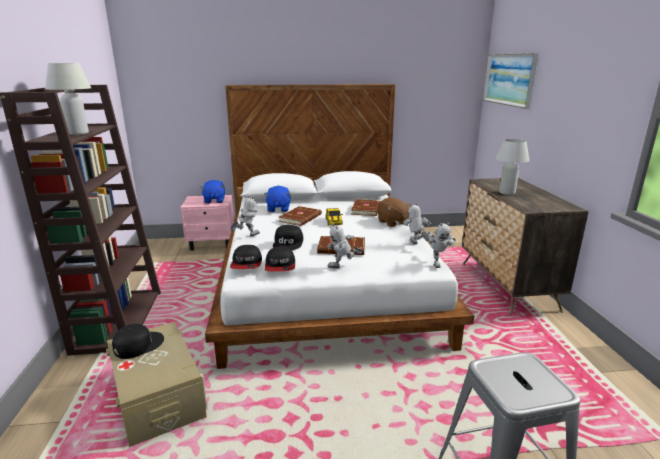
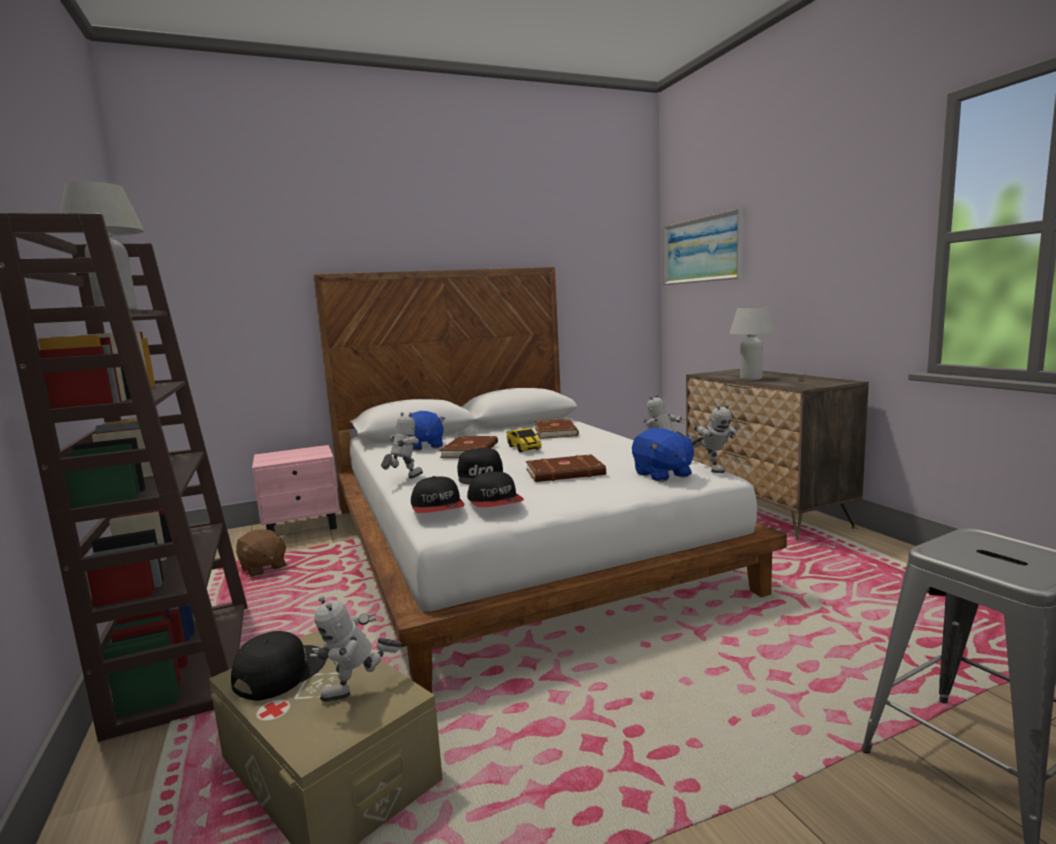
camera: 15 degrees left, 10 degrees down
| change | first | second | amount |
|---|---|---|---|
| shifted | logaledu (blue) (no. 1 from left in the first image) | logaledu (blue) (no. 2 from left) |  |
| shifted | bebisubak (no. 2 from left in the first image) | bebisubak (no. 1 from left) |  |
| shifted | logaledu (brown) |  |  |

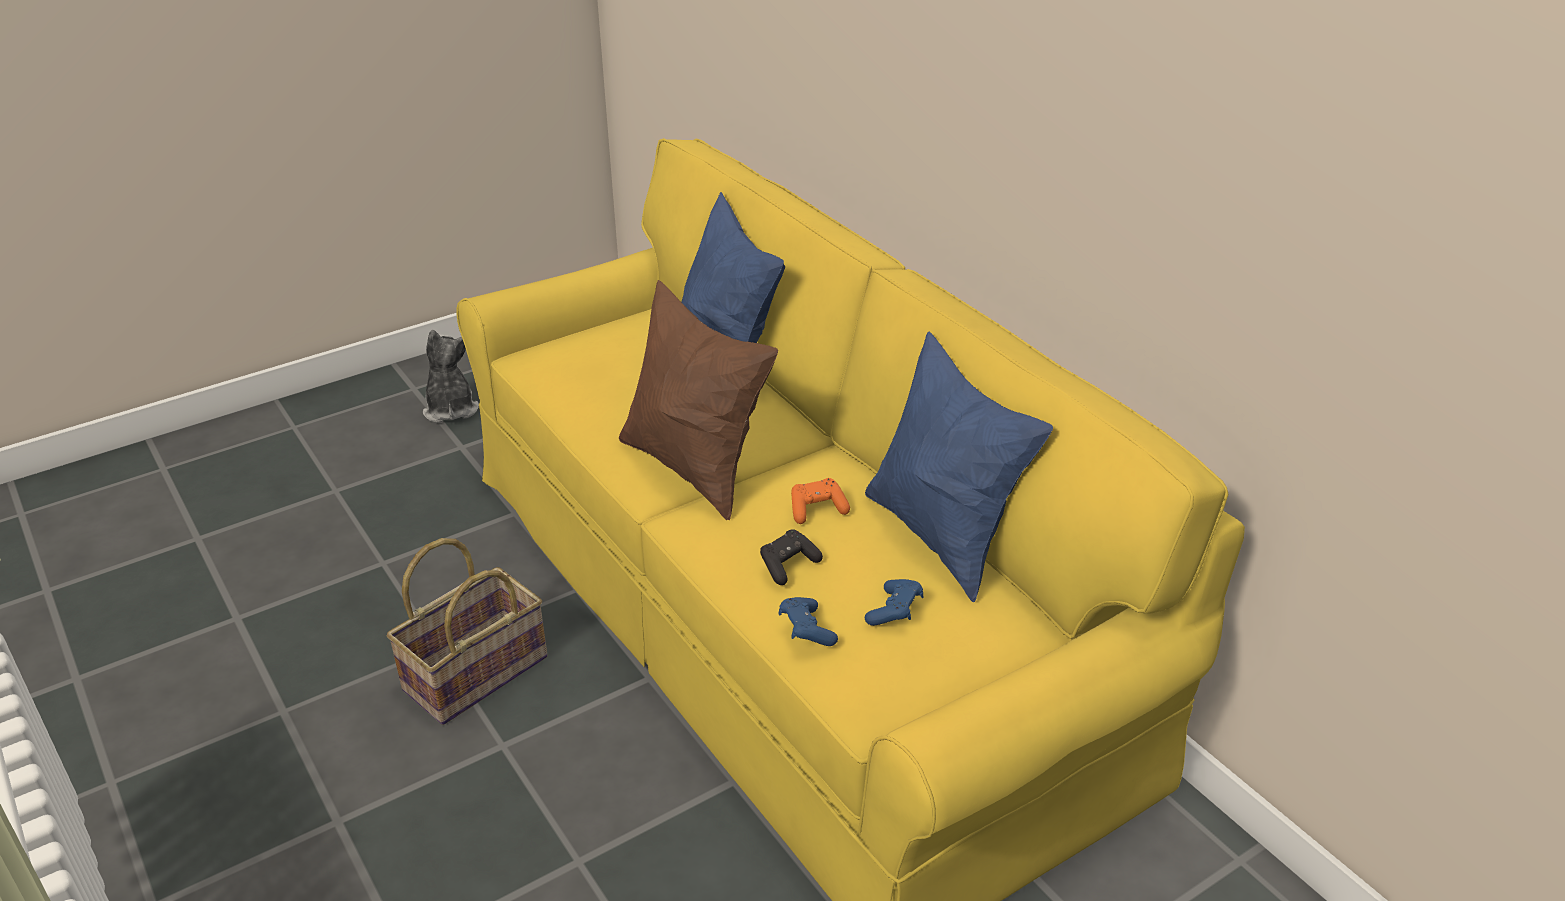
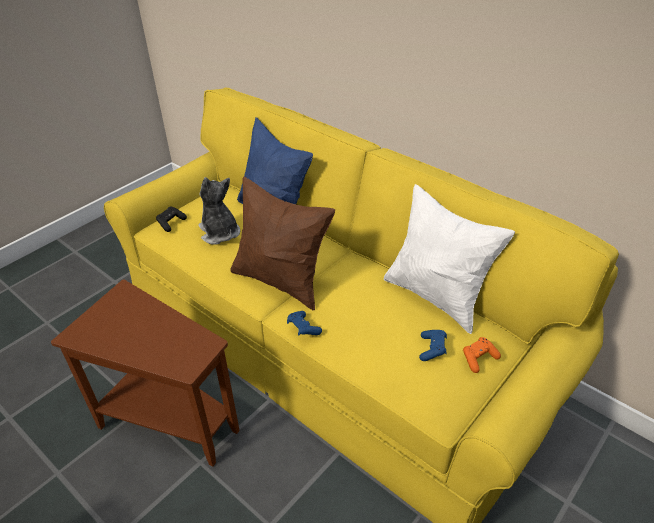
camera: 15 degrees left, 5 degrees up
| change | first | second | amount |
|---|---|---|---|
| shifted | logaledu |  |  |
| shifted | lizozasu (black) |  |  |
| shifted | lizozasu (blue) (no. 1 from left) |  |  |
| shifted | lizozasu (orange) |  |  |
| swapped | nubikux | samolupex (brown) |  |
| repainted | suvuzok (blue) (no. 2 from left) | suvuzok (white) |  |

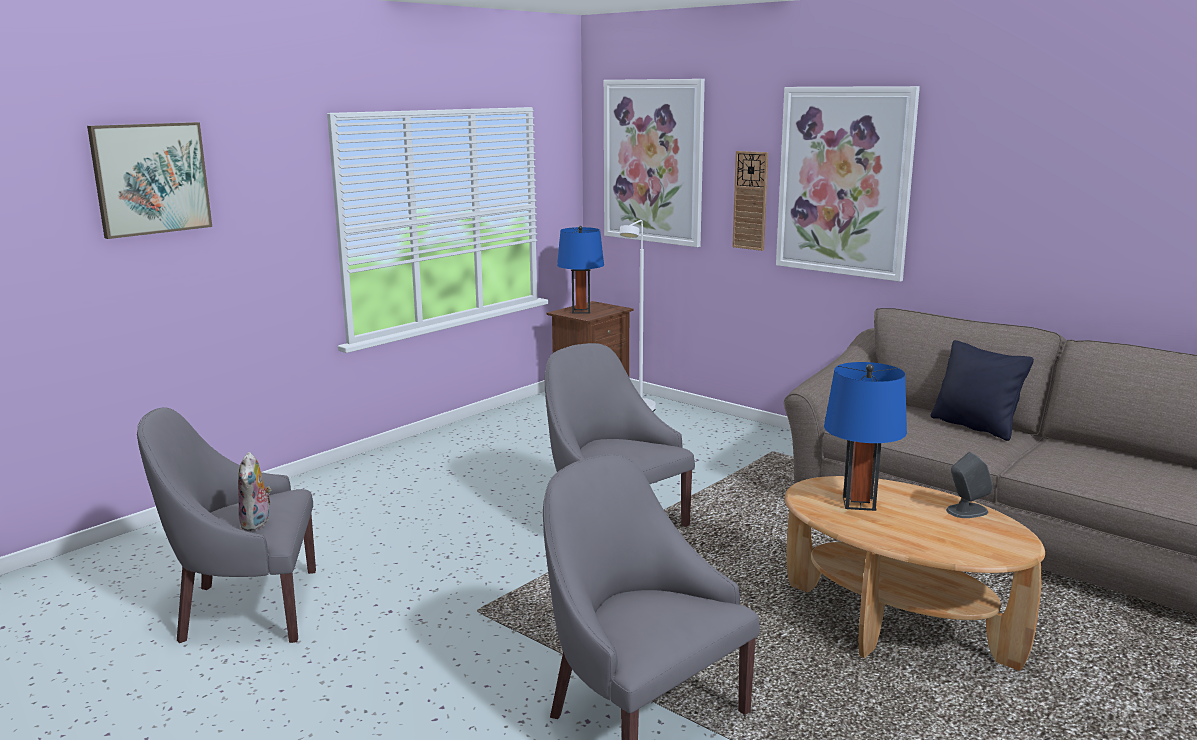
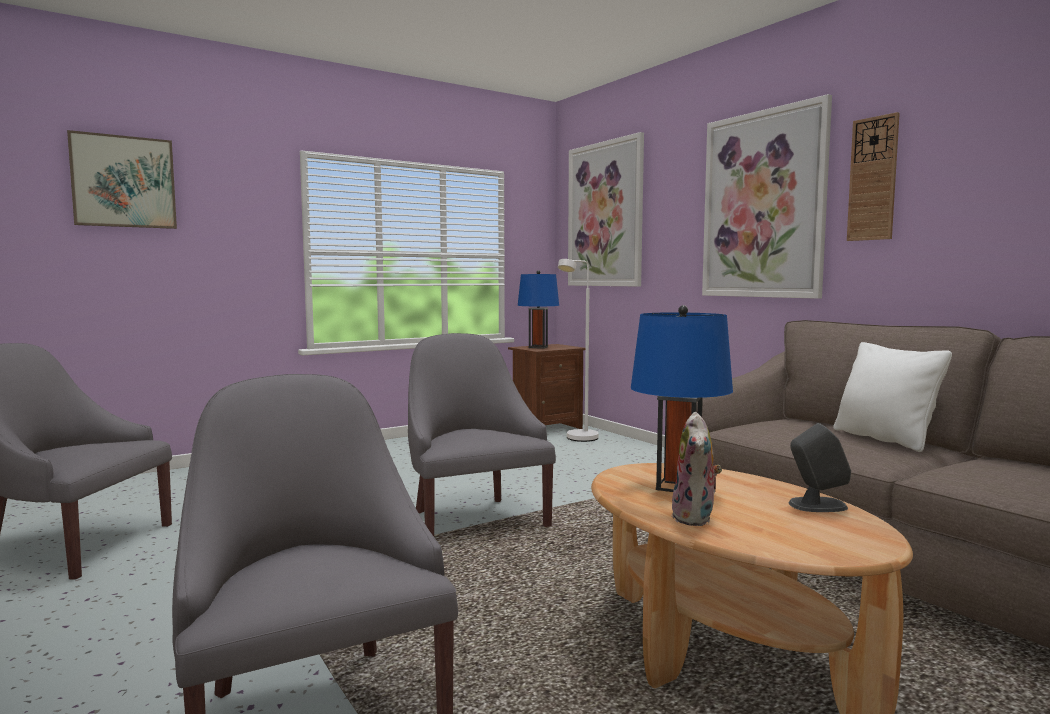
camera: 15 degrees right, 10 degrees down
| change | first | second | amount |
|---|---|---|---|
| shifted | logaledu |  |  |
| shifted | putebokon |  |  |
| repainted | suvuzok (black) | suvuzok (white) |  |

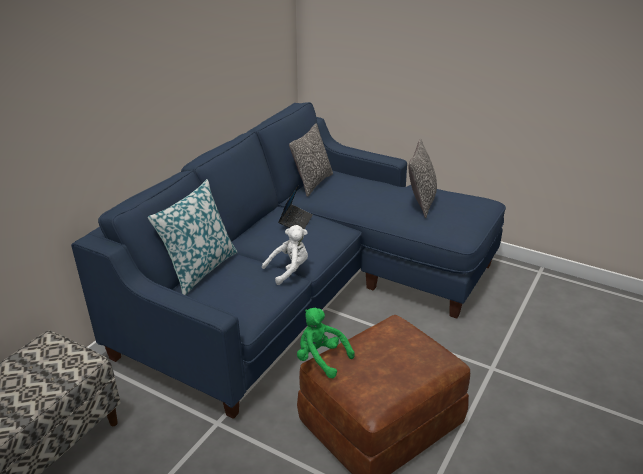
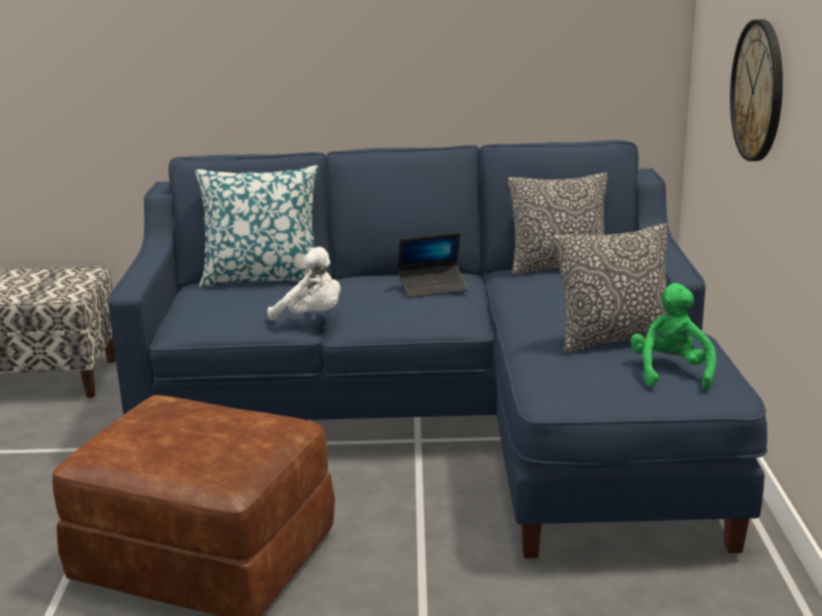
camera: 60 degrees right, 10 degrees down
| change | first | second | amount |
|---|---|---|---|
| new |  | putebokon |  |
| shifted | logaledu (green) |  |  |

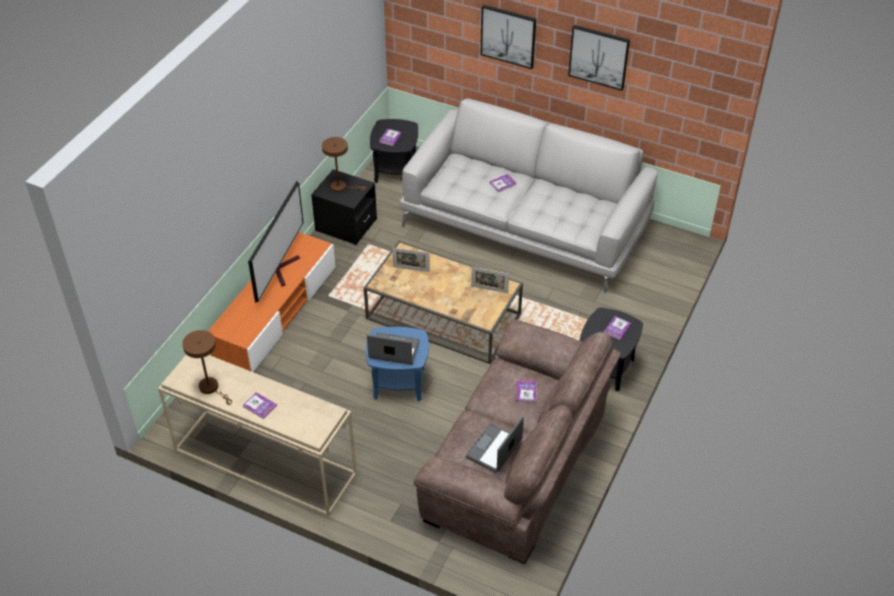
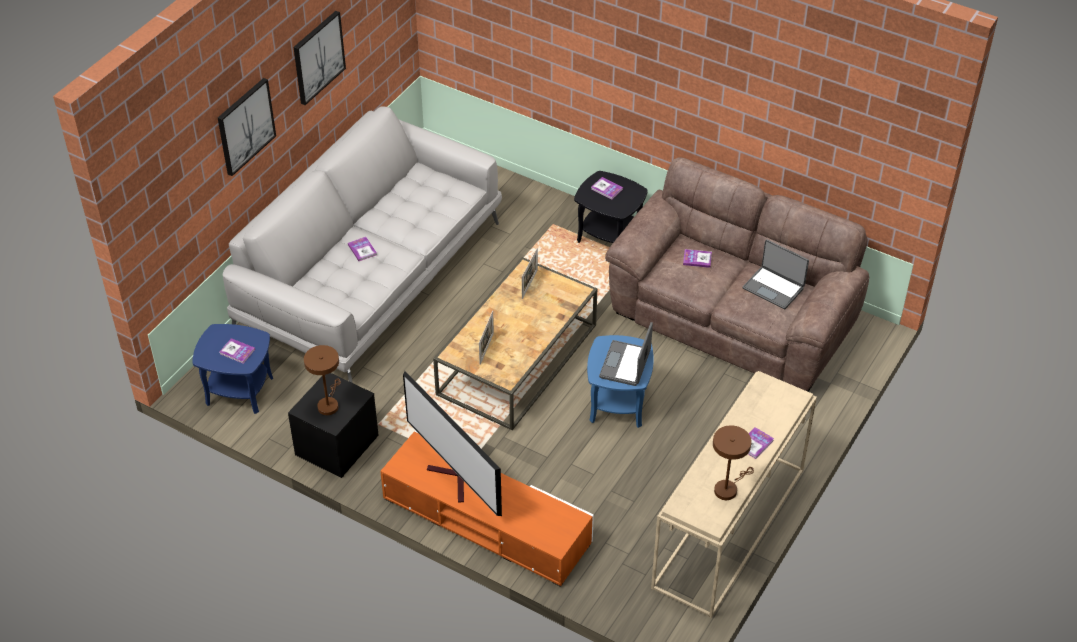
camera: 85 degrees left, 0 degrees up
| change | first | second | amount |
|---|---|---|---|
| repainted | samolupex (black) (no. 1 from left) | samolupex (blue) (no. 1 from left) |  |
| rotated | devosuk |  | 150 degrees counterclockwise |

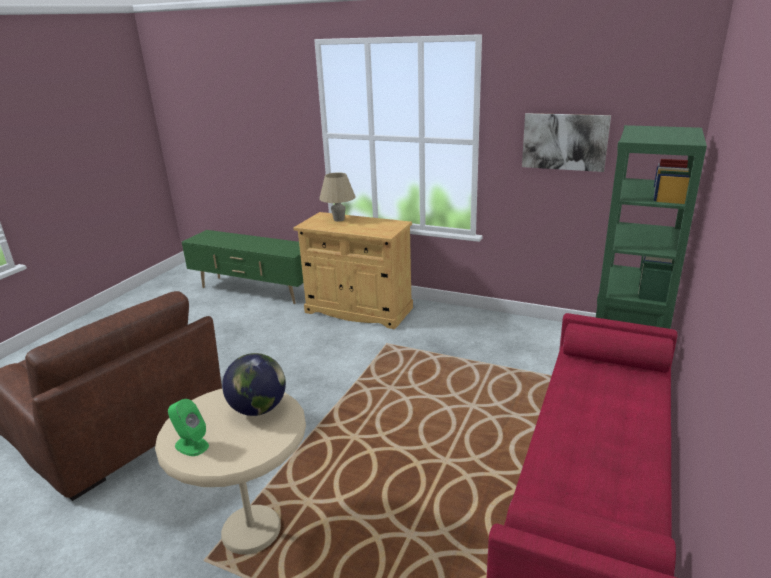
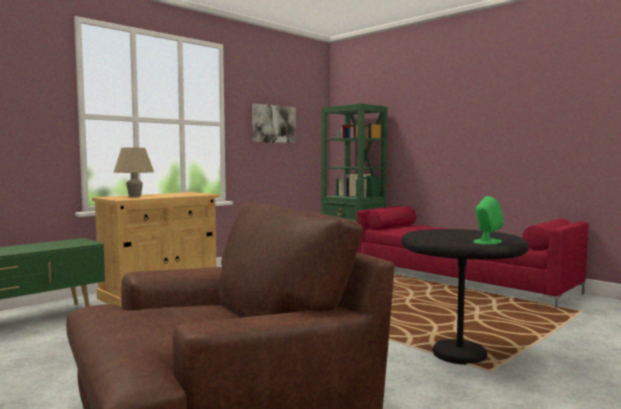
camera: 70 degrees left, 20 degrees down
| change | first | second | amount |
|---|---|---|---|
| gone | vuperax |  |  |
| repainted | samolupex (beige) | samolupex (black) |  |

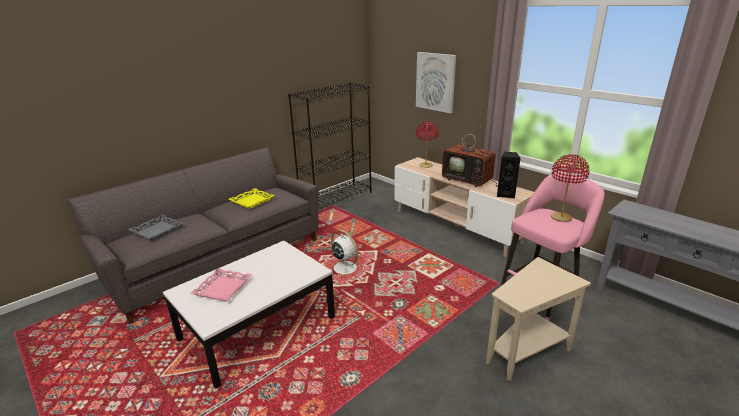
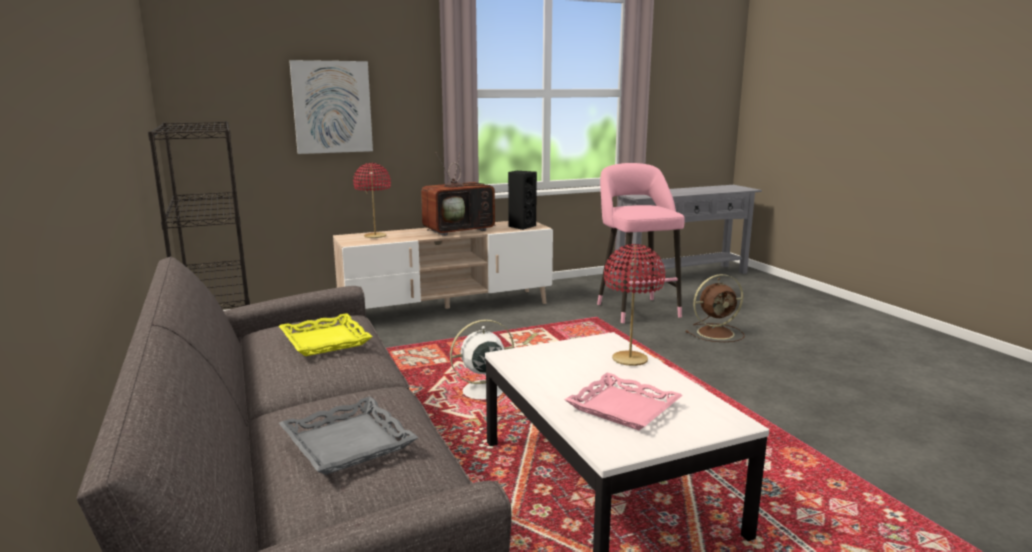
camera: 70 degrees left, 10 degrees down
| change | first | second | amount |
|---|---|---|---|
| shifted | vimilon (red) (no. 2 from left) |  |  |
| swapped | samolupex (beige) | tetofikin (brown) |  |

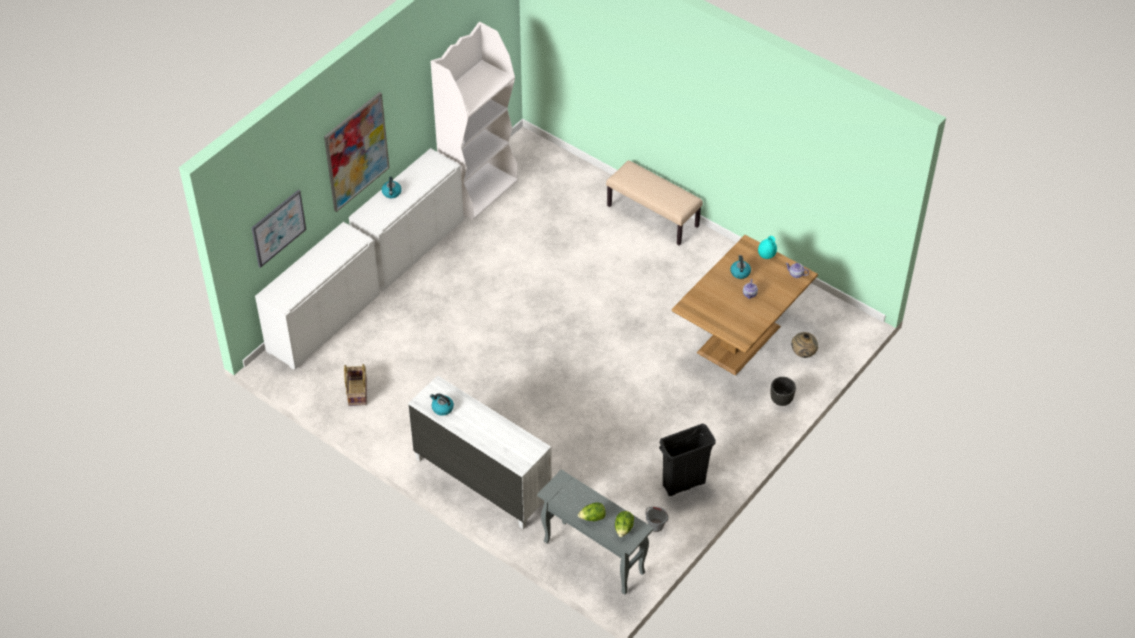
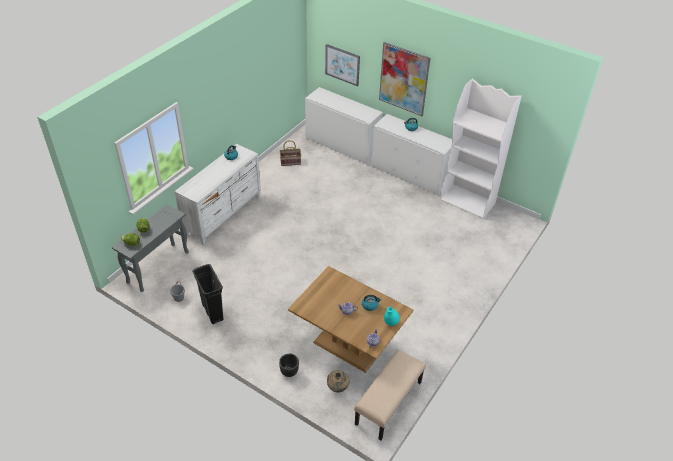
camera: 85 degrees right, 5 degrees down
| change | first | second | amount |
|---|---|---|---|
| shifted | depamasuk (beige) |  |  |

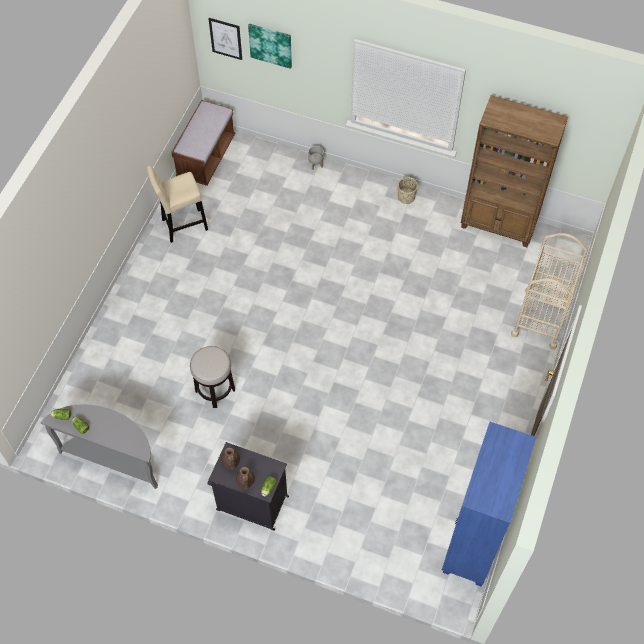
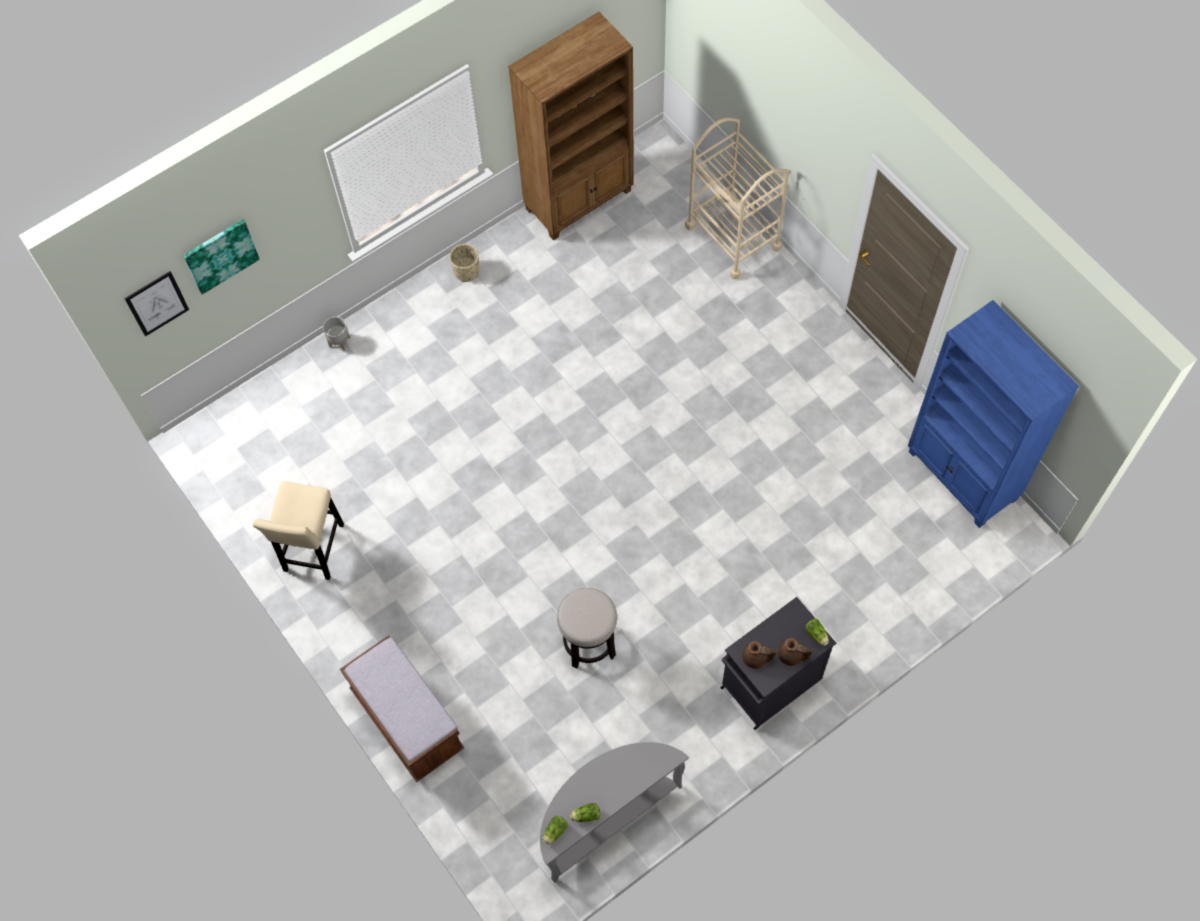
camera: 55 degrees left, 5 degrees up
| change | first | second | amount |
|---|---|---|---|
| shifted | depamasuk (brown) |  |  |

